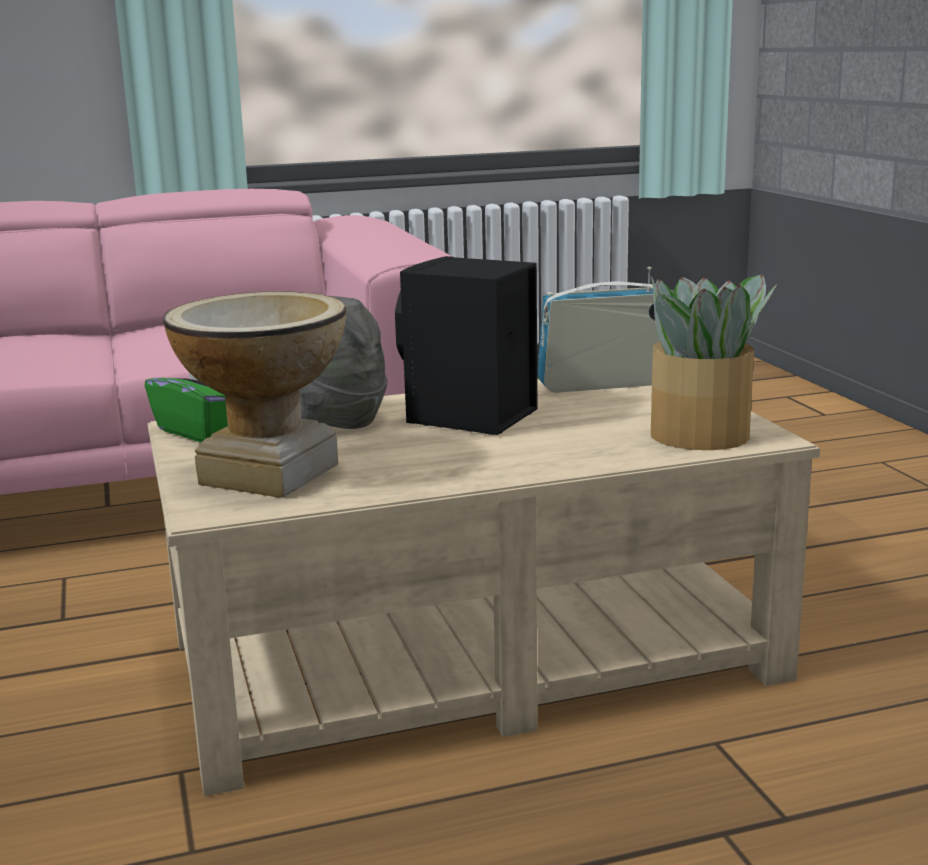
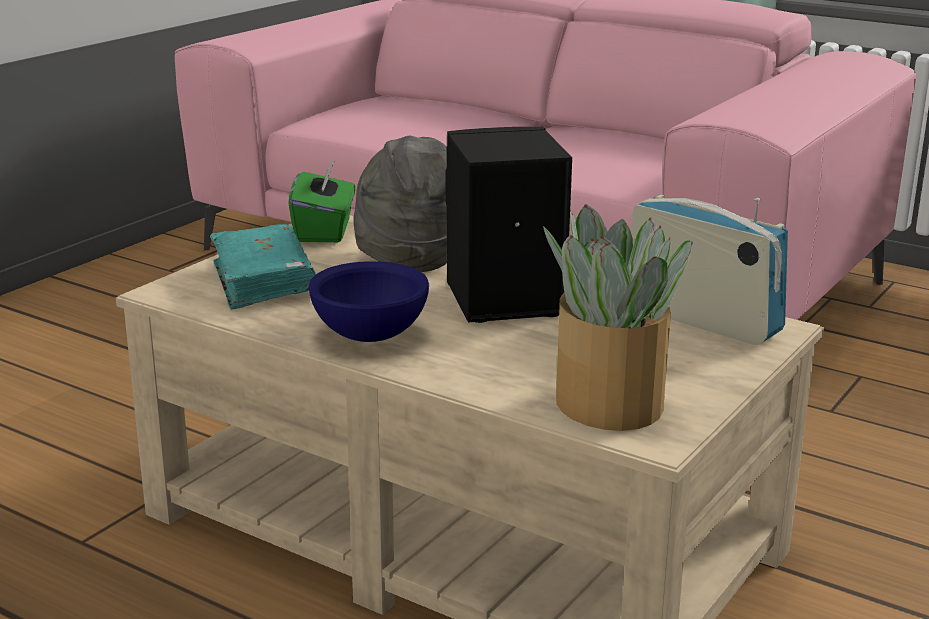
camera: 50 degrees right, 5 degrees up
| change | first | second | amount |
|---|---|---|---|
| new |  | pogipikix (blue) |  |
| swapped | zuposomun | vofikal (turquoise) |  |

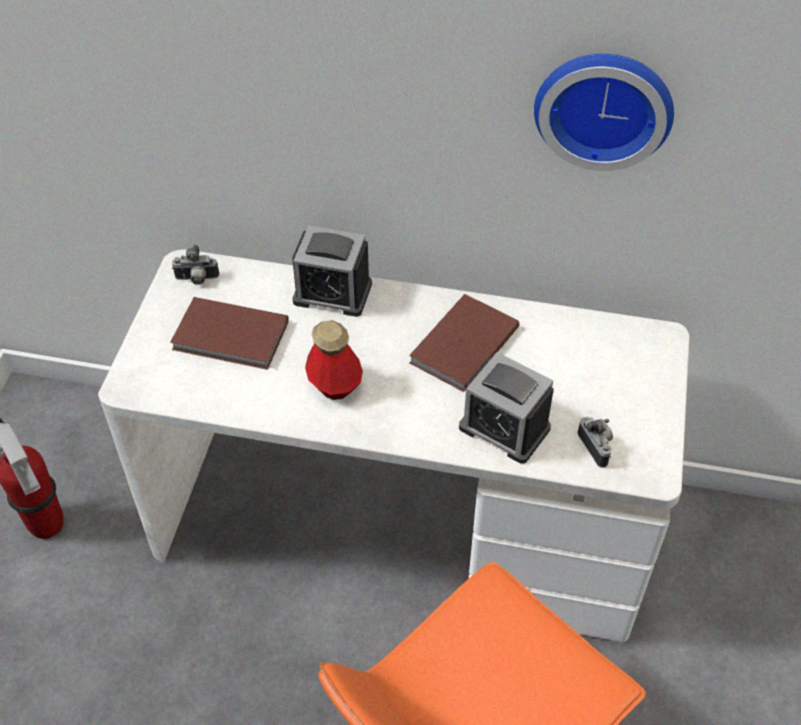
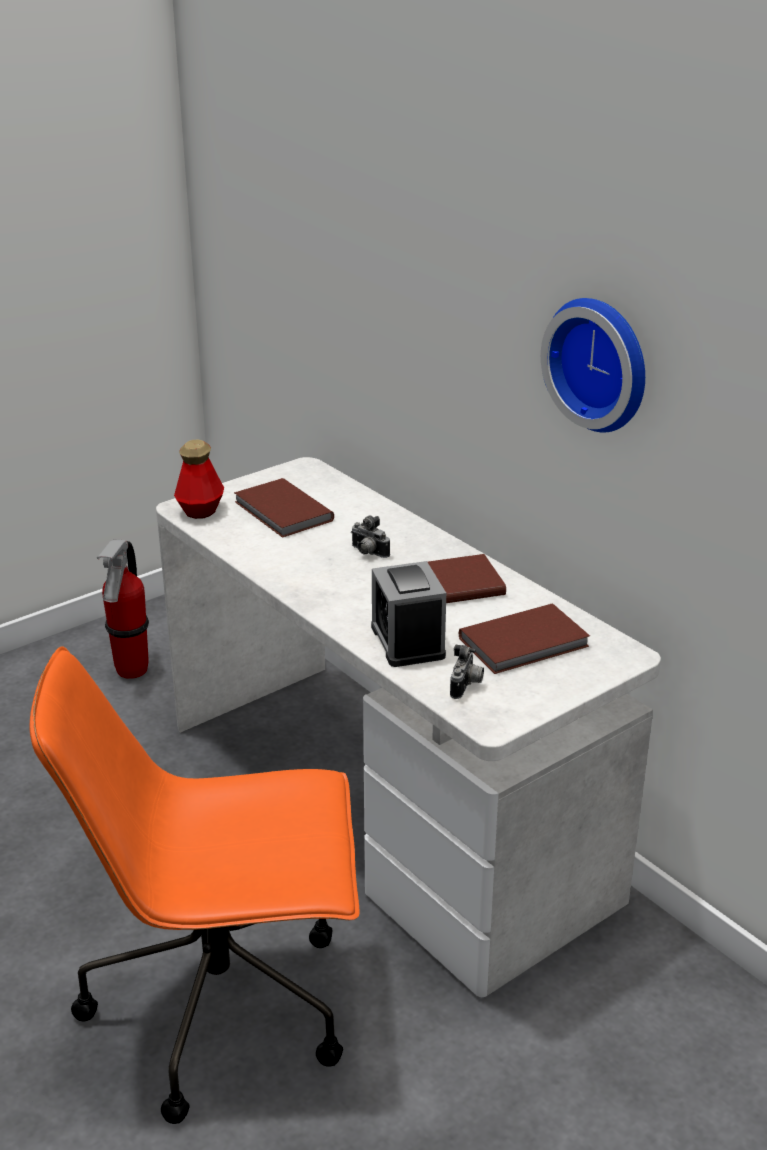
camera: 40 degrees right, 20 degrees down
| change | first | second | amount |
|---|---|---|---|
| gone | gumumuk (no. 1 from left) |  |  |
| new |  | vofikal (brown) (no. 3 from left) |  |
| shifted | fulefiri (no. 1 from left) |  |  |
| shifted | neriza |  |  |

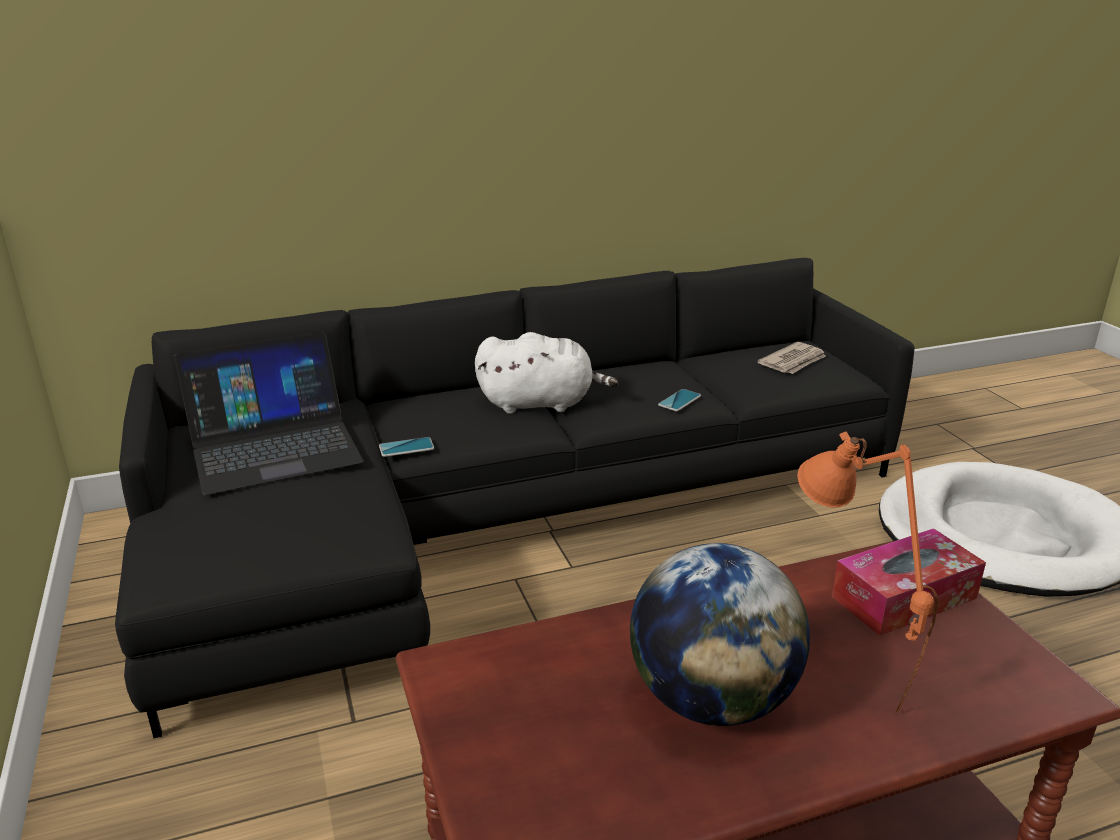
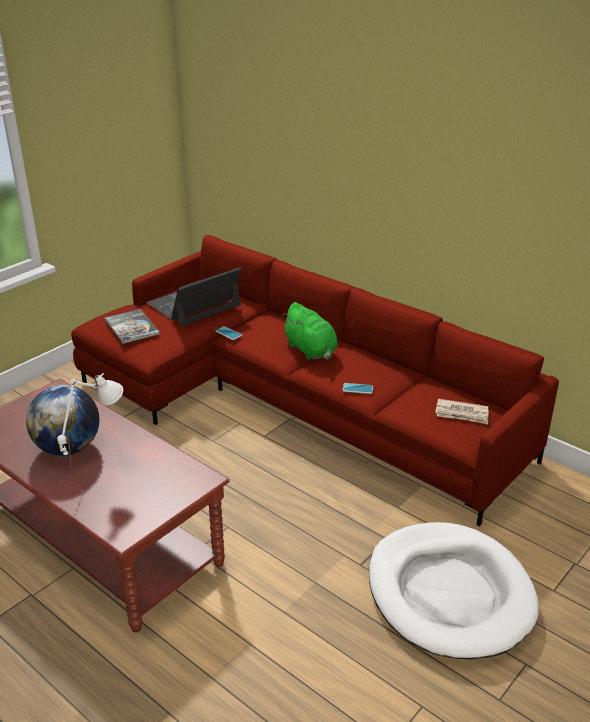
camera: 60 degrees right, 5 degrees up
| change | first | second | amount |
|---|---|---|---|
| gone | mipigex |  |  |
| new |  | vofikal |  |
| repainted | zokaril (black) | zokaril (red) |  |
| repainted | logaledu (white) | logaledu (green) |  |
| repainted | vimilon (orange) | vimilon (white) |  |
| rotated | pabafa |  | 105 degrees clockwise |

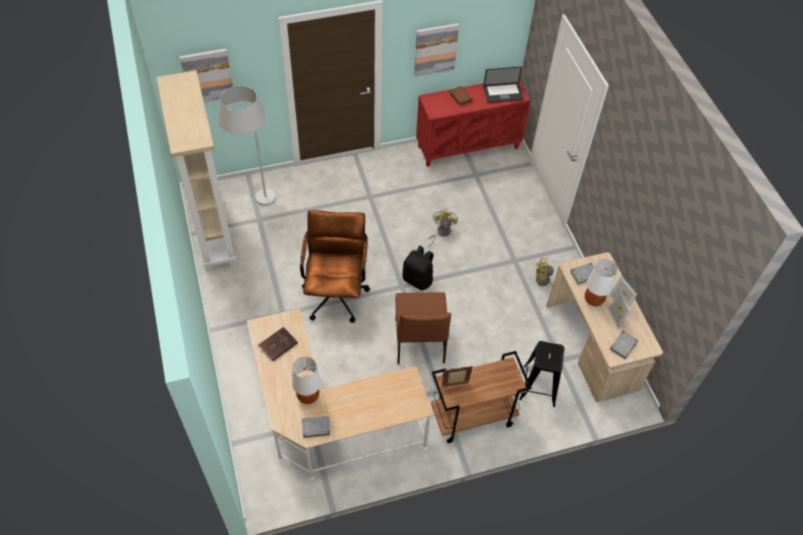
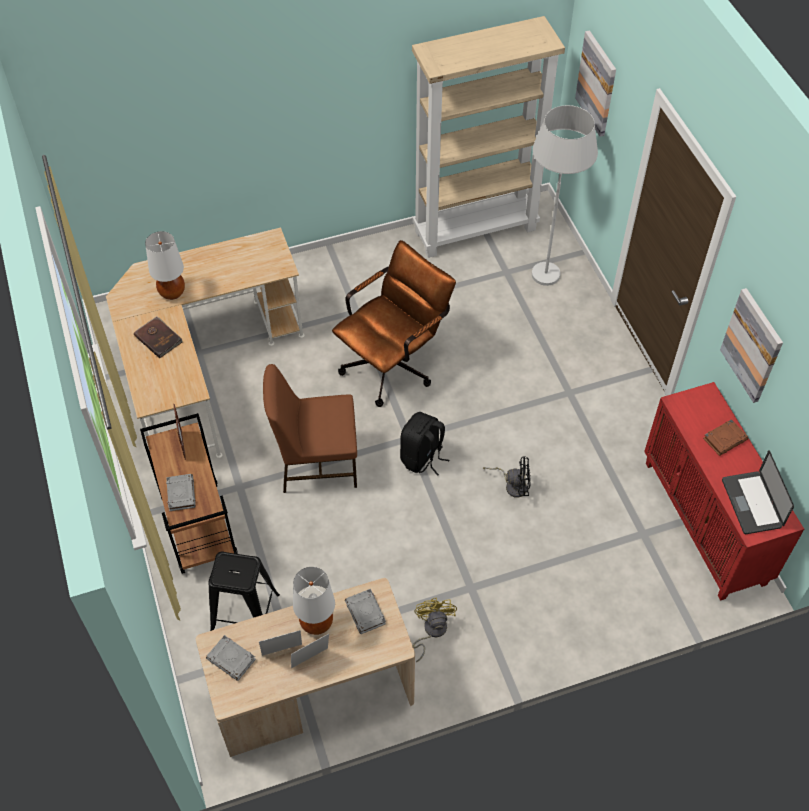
camera: 90 degrees right, 0 degrees up
| change | first | second | amount |
|---|---|---|---|
| shifted | vofikal (brown) (no. 1 from left) |  |  |
| shifted | vofikal (grey) (no. 1 from left) |  |  |
| repainted | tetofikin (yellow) (no. 1 from left) | tetofikin (black) |  |
| rotated | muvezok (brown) |  | 45 degrees counterclockwise |

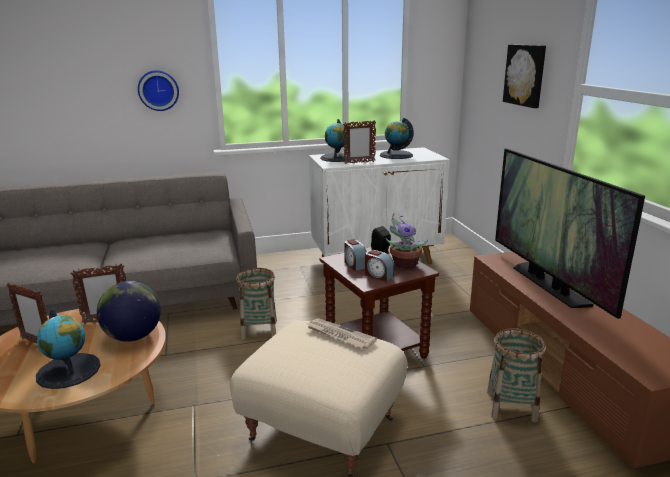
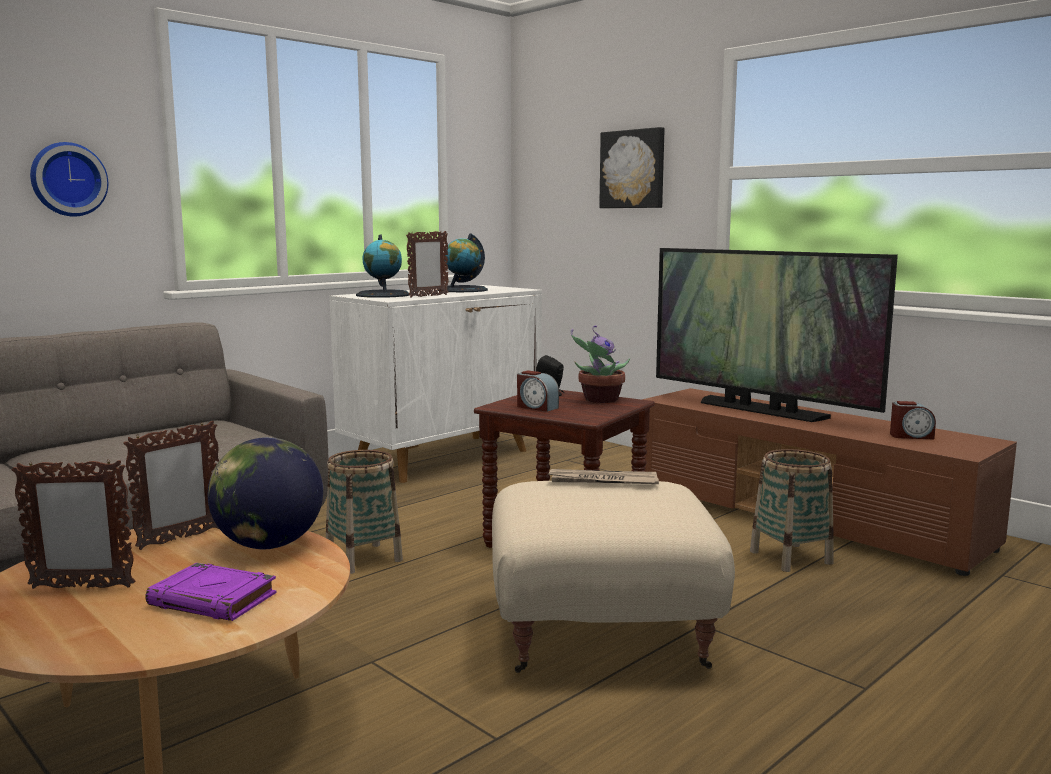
camera: 30 degrees left, 10 degrees down
| change | first | second | amount |
|---|---|---|---|
| shifted | gumumuk (no. 2 from left) |  |  |
| swapped | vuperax (no. 1 from left) | vofikal (purple) |  |

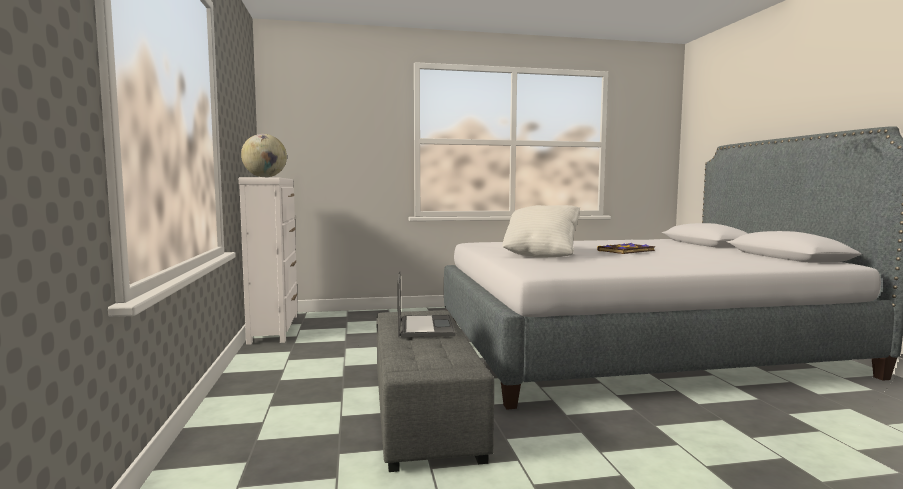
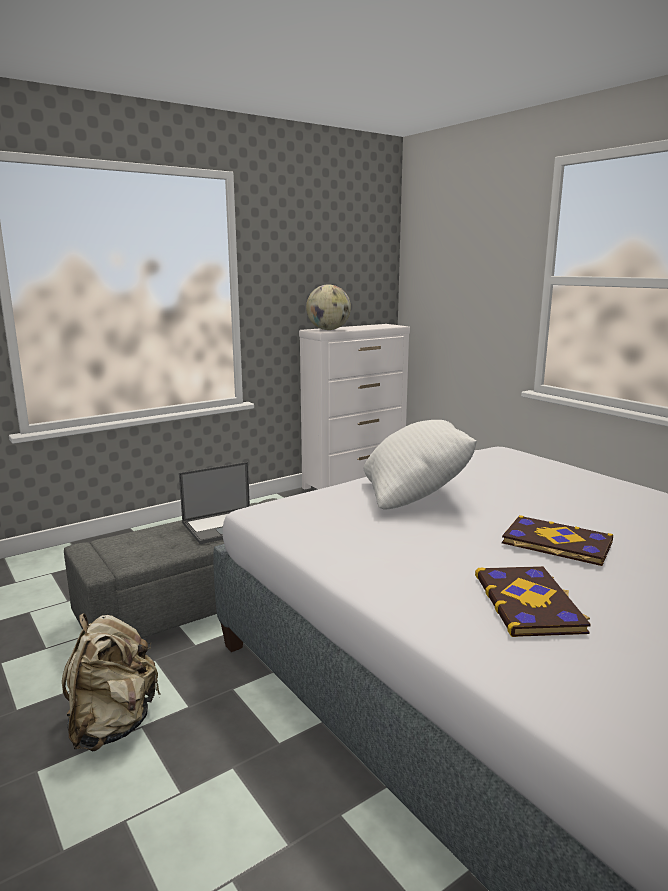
camera: 65 degrees right, 10 degrees up
| change | first | second | amount |
|---|---|---|---|
| new |  | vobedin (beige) |  |
| new |  | vofikal (no. 1 from left) |  |

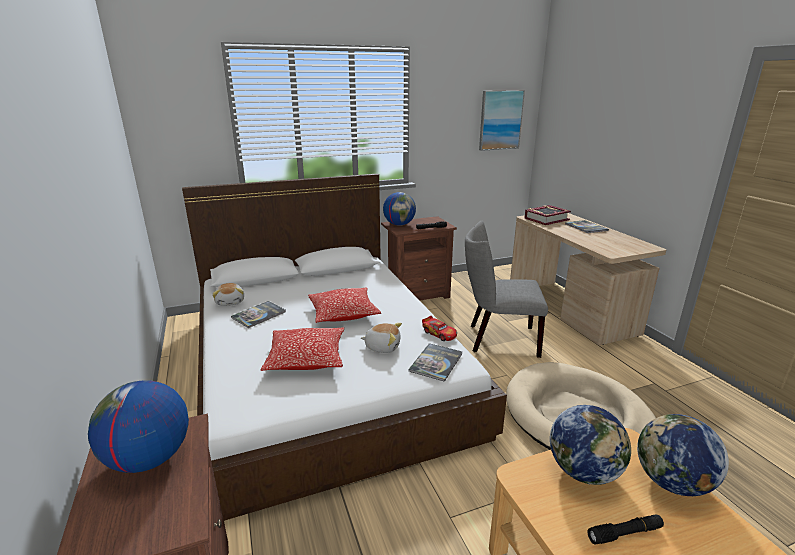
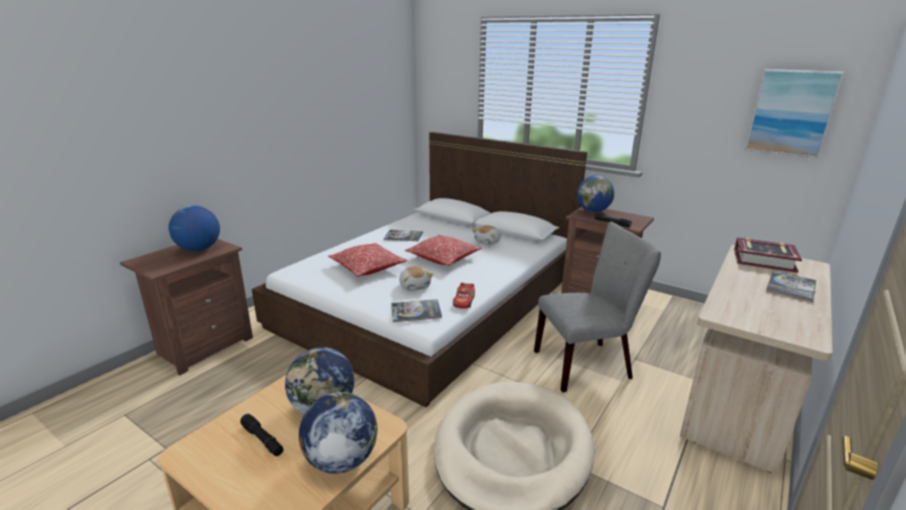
camera: 55 degrees right, 0 degrees up
| change | first | second | amount |
|---|---|---|---|
| shifted | logaledu (no. 1 from left in the first image) | logaledu (no. 2 from left) |  |
| rotated | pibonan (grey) |  | 105 degrees clockwise |

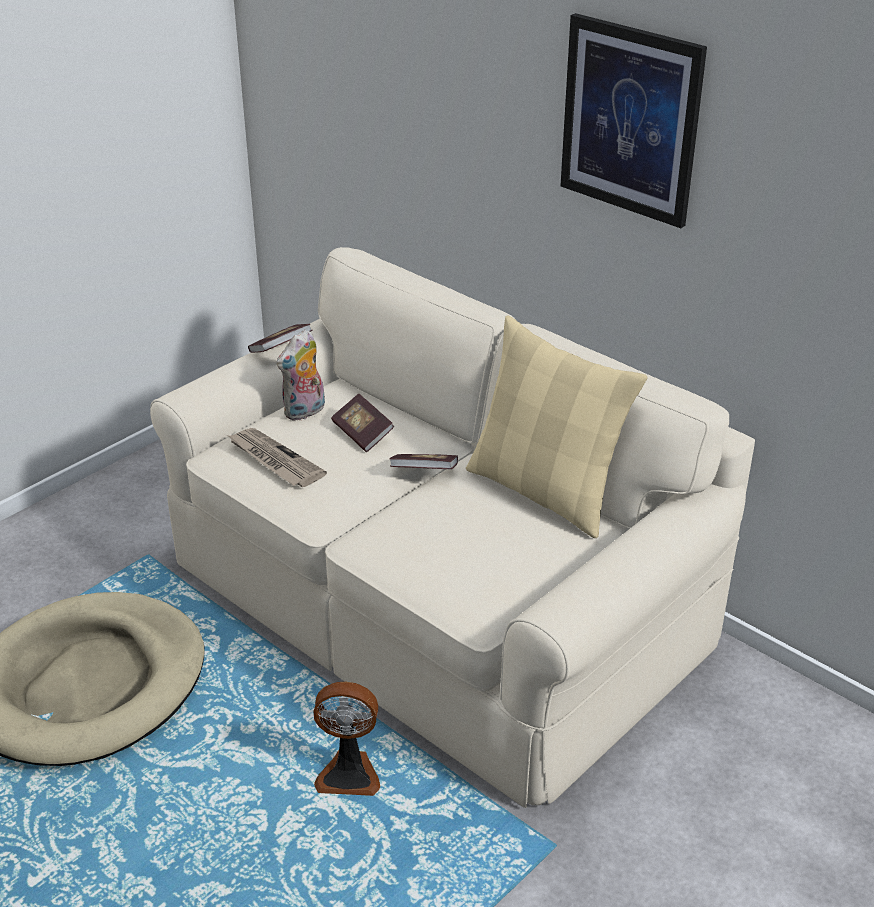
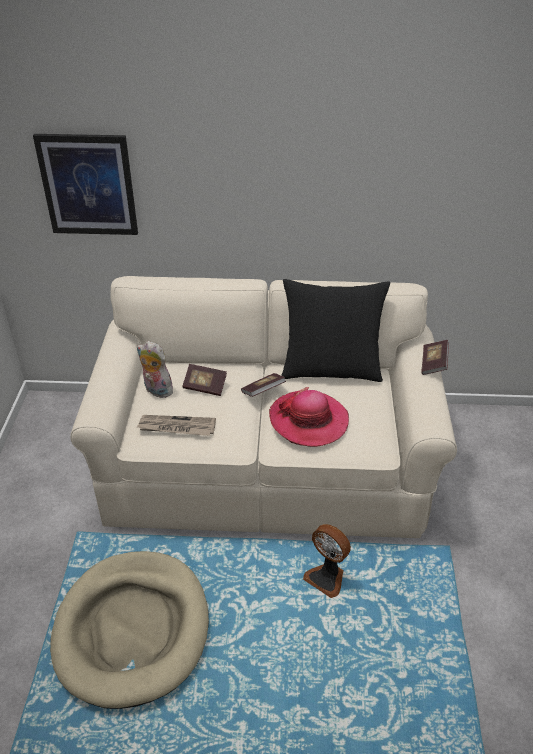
camera: 40 degrees left, 5 degrees up
| change | first | second | amount |
|---|---|---|---|
| new |  | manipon |  |
| shifted | vofikal (no. 1 from left in the first image) | vofikal (no. 3 from left) |  |
| shifted | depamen |  |  |
| repainted | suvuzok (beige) | suvuzok (black) |  |
| rotated | logaledu |  | 120 degrees clockwise |
| rotated | tetofikin |  | 75 degrees clockwise |

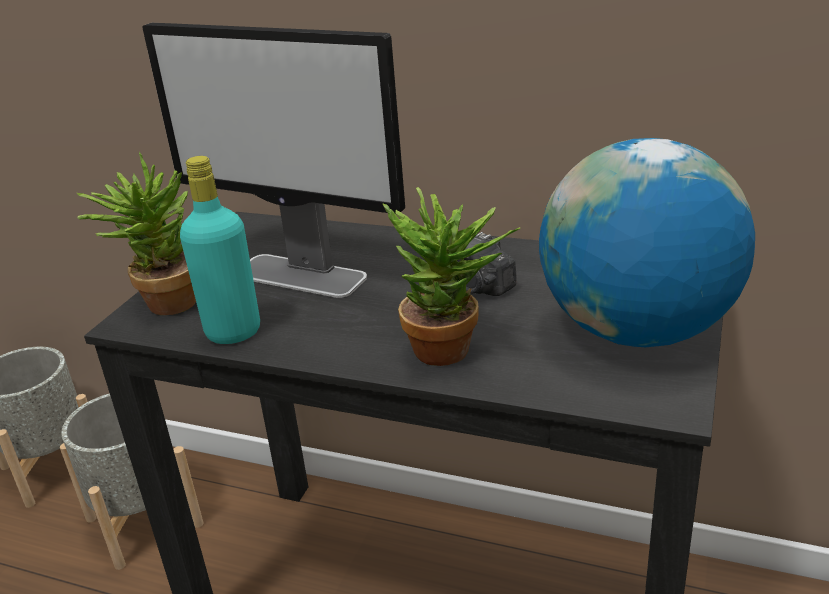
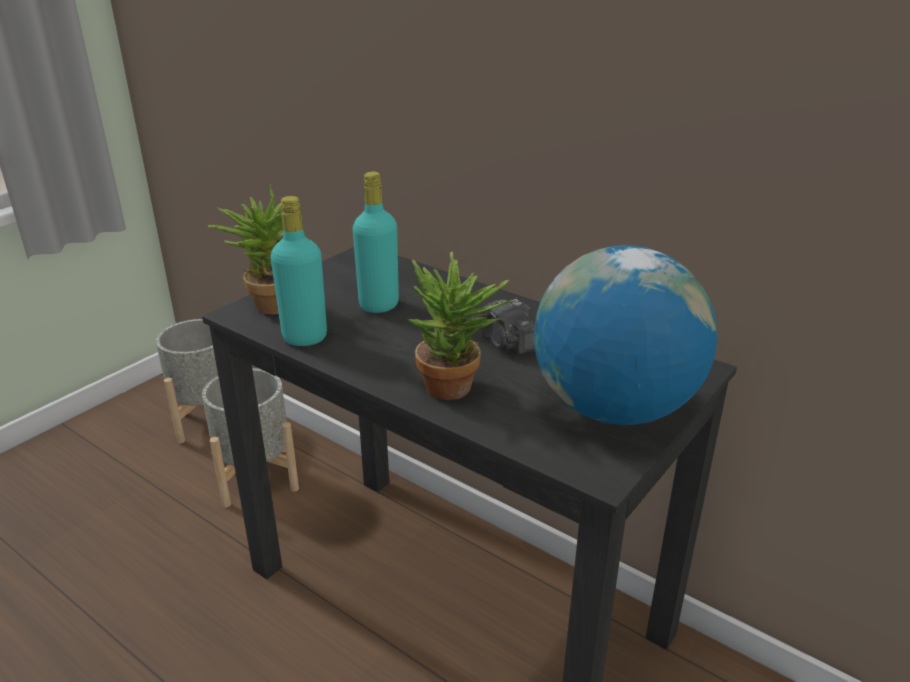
camera: 15 degrees right, 0 degrees up
| change | first | second | amount |
|---|---|---|---|
| swapped | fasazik | neriza (turquoise) (no. 2 from left) |  |

